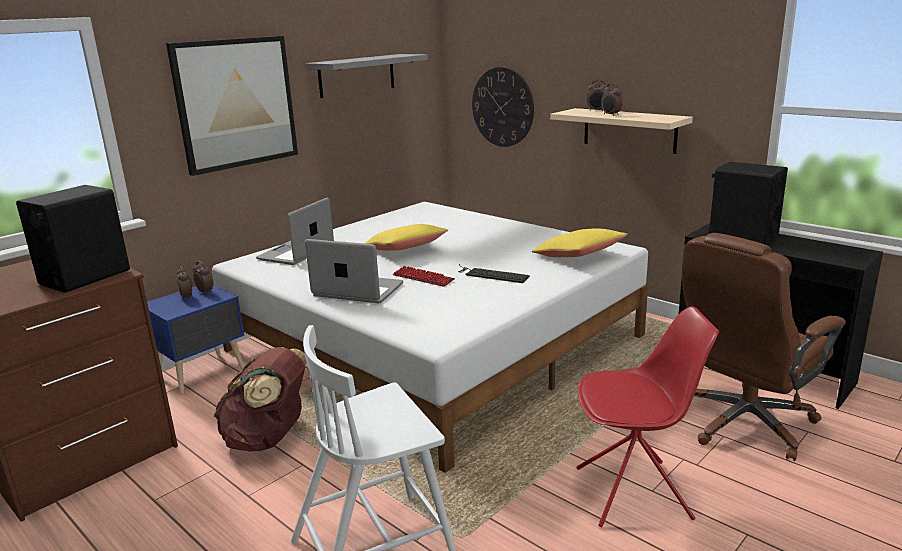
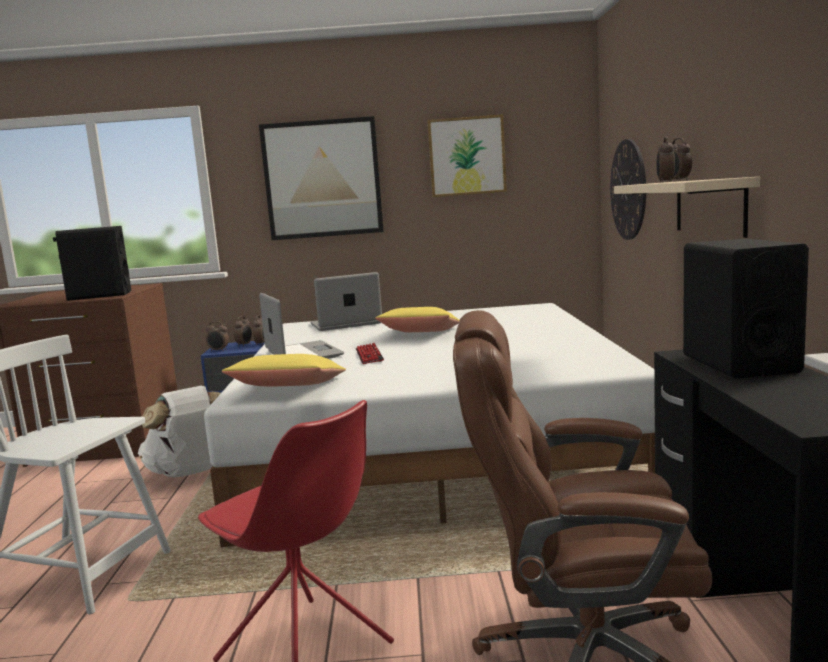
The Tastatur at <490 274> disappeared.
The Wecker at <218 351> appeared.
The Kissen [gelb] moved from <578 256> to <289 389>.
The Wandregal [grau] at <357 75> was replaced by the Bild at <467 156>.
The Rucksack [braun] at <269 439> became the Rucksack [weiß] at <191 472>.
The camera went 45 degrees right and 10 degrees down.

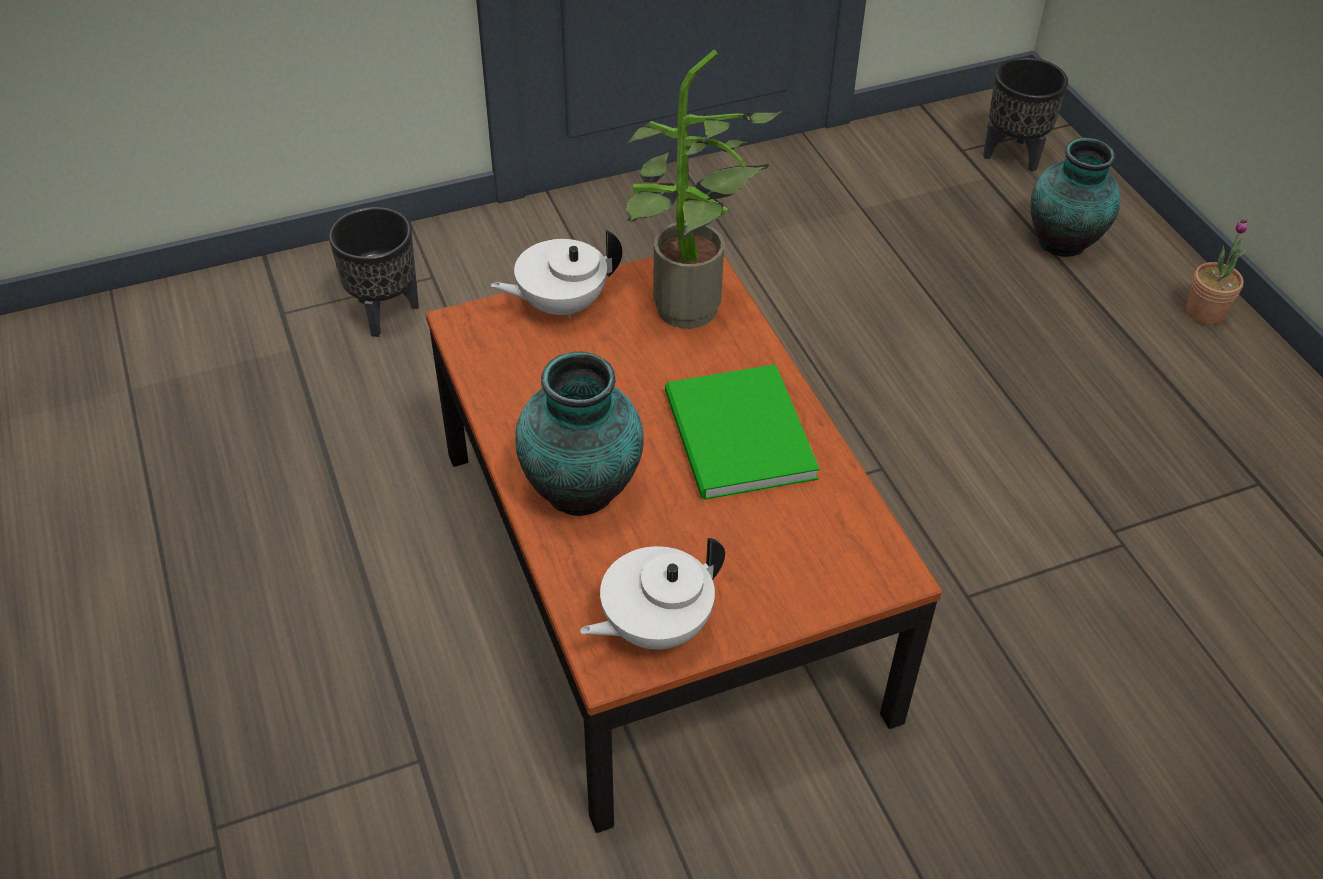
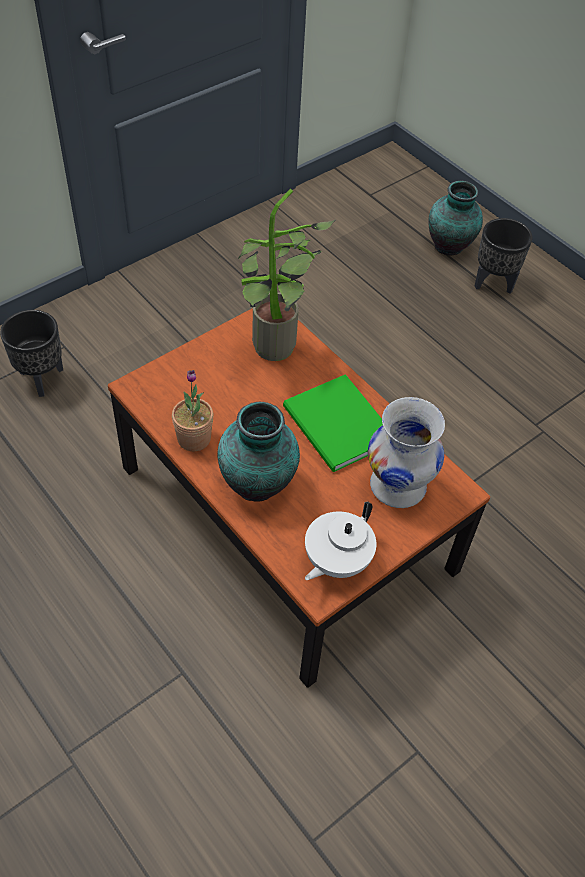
The Teekanne [weiß] at <560 304> disappeared.
The Vase [weiß] at <399 486> appeared.
The Pflanzkübel [schwarz] moved from <1013 155> to <493 282>.
The Topfpflanze moved from <1205 312> to <194 438>.
The camera went 20 degrees left and 5 degrees up.

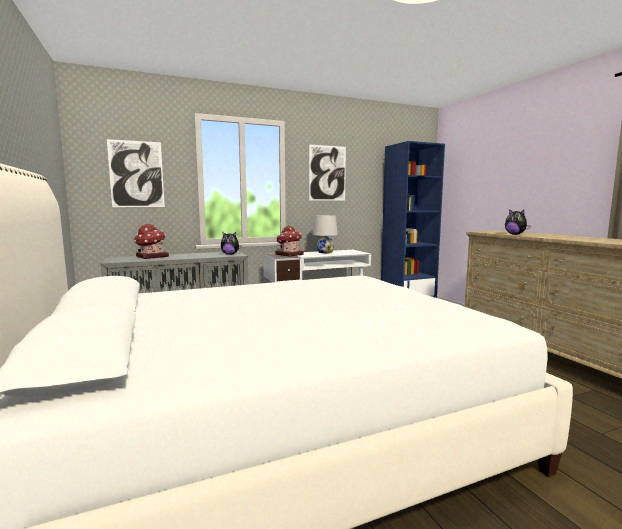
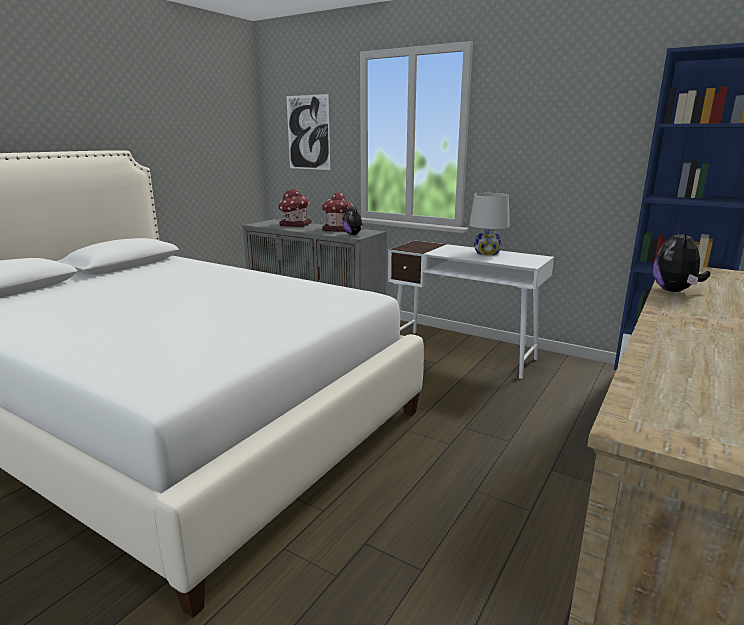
The Bild at <327 173> disappeared.
The Spielzeughaus moved from <289 254> to <338 229>.
The camera went 55 degrees right and 10 degrees up.

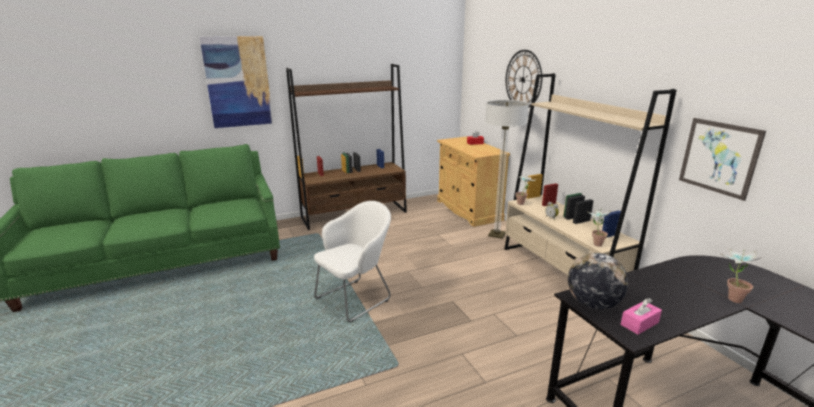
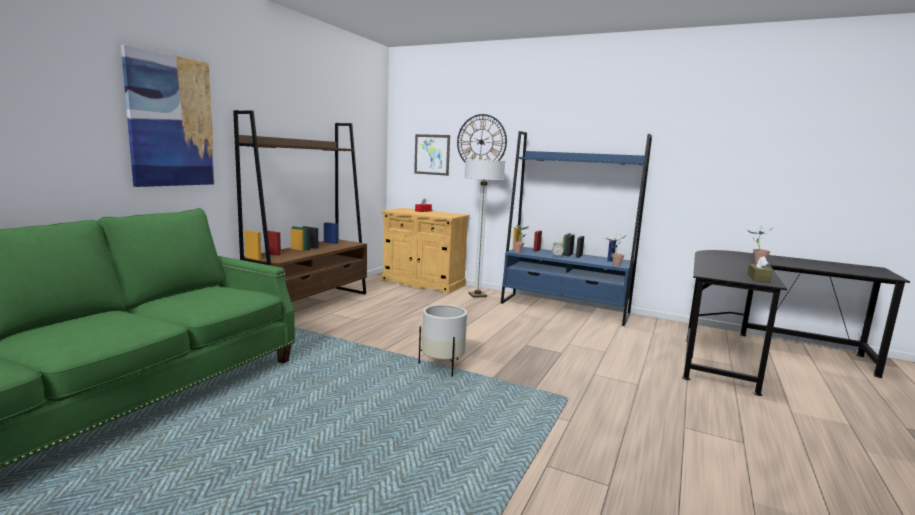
The Globus at <592 304> disappeared.
The Bild moved from <719 157> to <432 154>.
The Sessel [weiß] at <356 298> was replaced by the Pflanzkübel [weiß] at <442 366>.
The Bücherregal [beige] at <561 273> became the Bücherregal [blau] at <564 309>.
The Taschentuchbox [rosa] at <639 323> became the Taschentuchbox [braun] at <758 278>.
The camera went 40 degrees left and 10 degrees down.

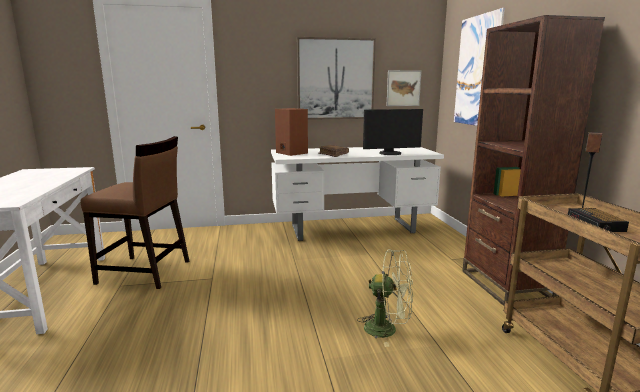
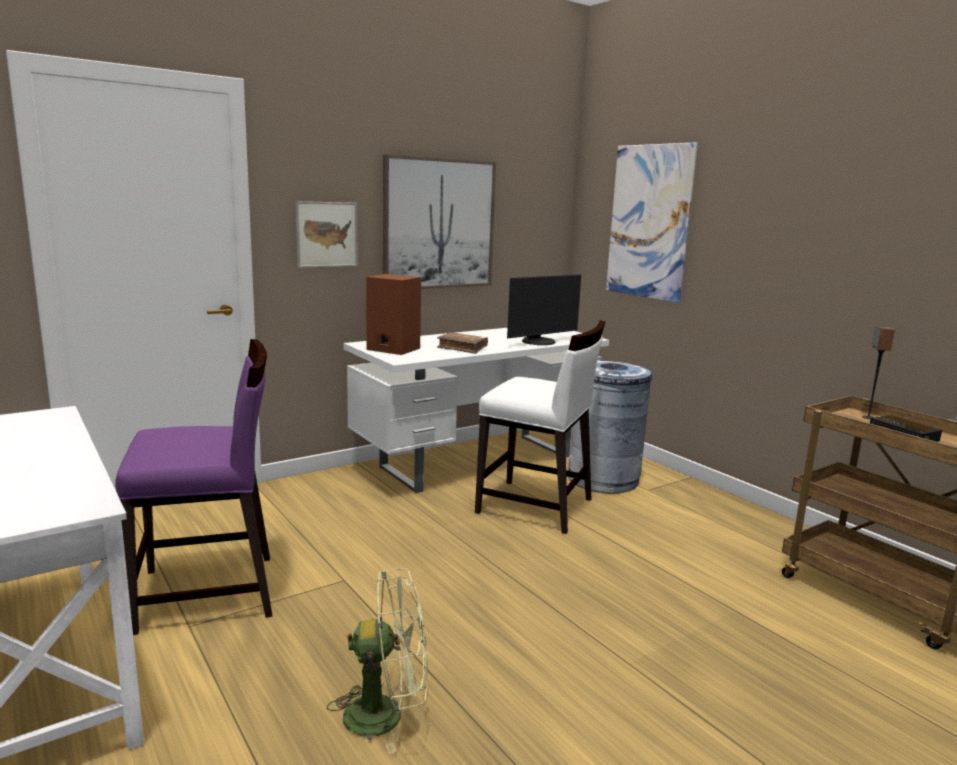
The Bücherregal [braun] at <505 285> disappeared.
The Stuhl [weiß] at <535 506> appeared.
The Mülleimer [grau] at <603 479> appeared.
The Ventilator [grün] moved from <387 329> to <386 714>.
The Bild moved from <403 88> to <327 234>.
The Stuhl [braun] at <145 272> became the Stuhl [lila] at <209 593>.
The camera went 25 degrees left and 0 degrees up.

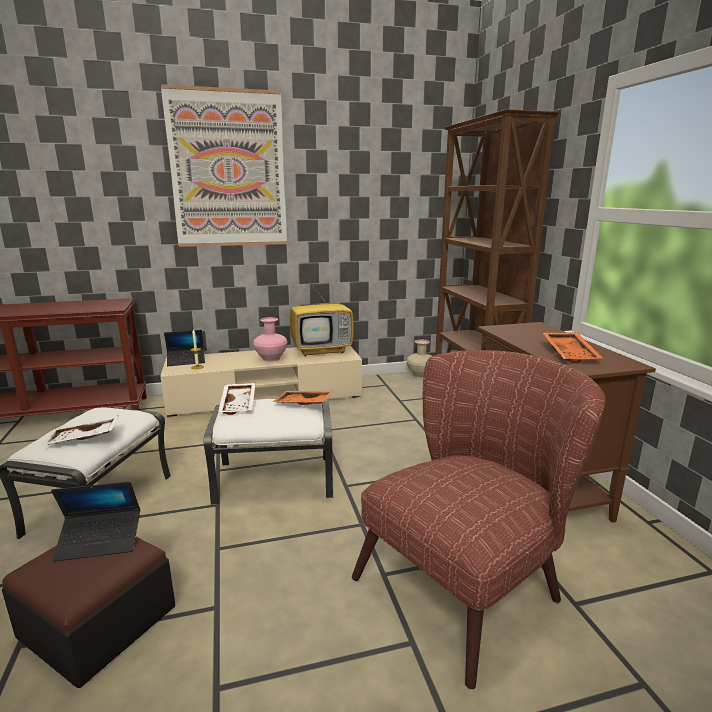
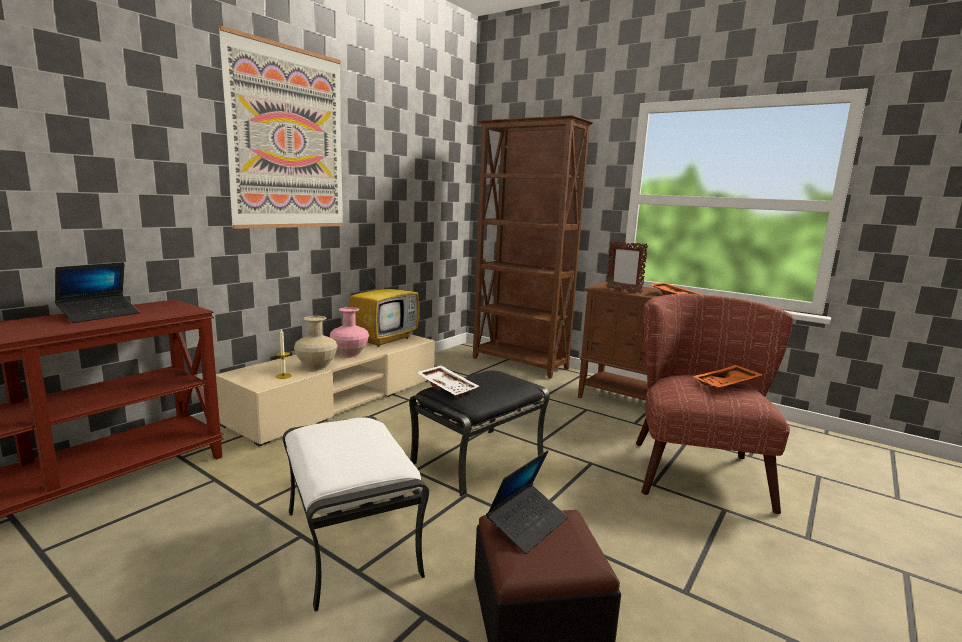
The Tablett [weiß] at <83 439> disappeared.
The Bilderrahmen at <623 290> appeared.
The Laptop moved from <186 361> to <100 315>.
The Tablett [orange] moved from <303 404> to <727 384>.
The Vase [beige] moved from <420 375> to <316 366>.
The Polsterhocker [weiß] at <275 479> became the Polsterhocker [schwarz] at <478 459>.
The camera went 40 degrees left and 5 degrees down.

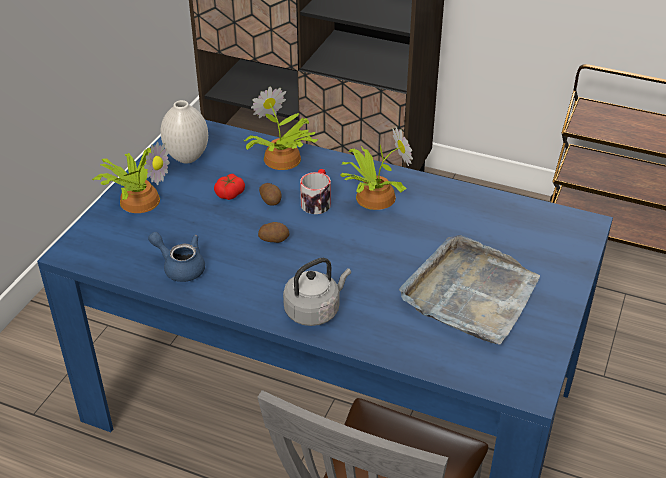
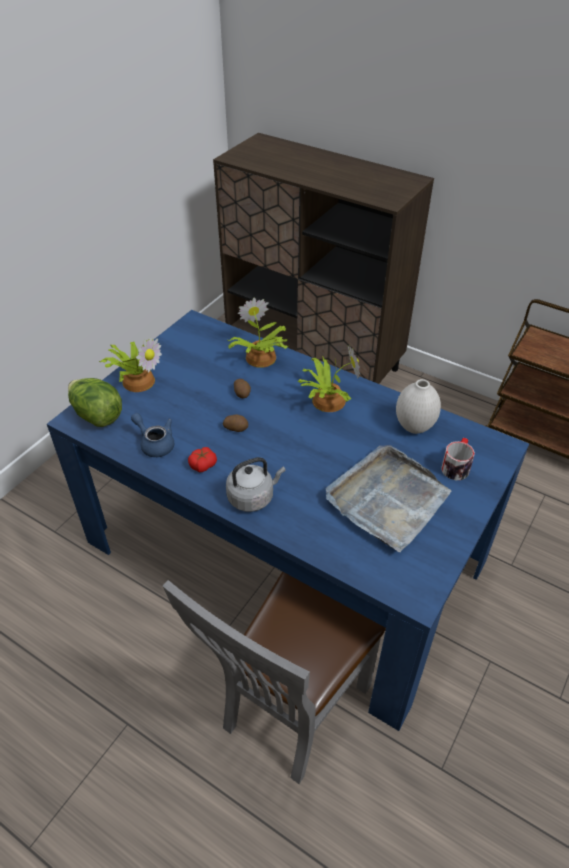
The Salatkopf at <97 415> appeared.
The Vase [weiß] moved from <187 157> to <414 427>.
The Tomate moved from <230 193> to <203 465>.
The Henkelbecher moved from <317 201> to <456 466>.
The camera went 10 degrees right and 5 degrees up.

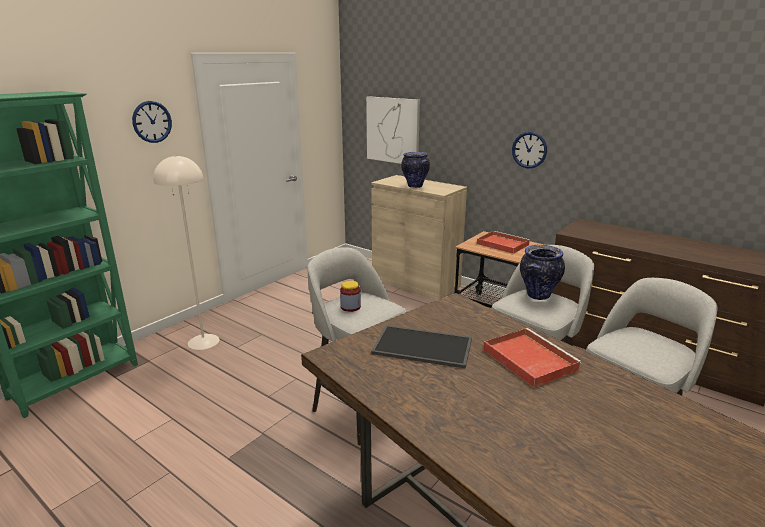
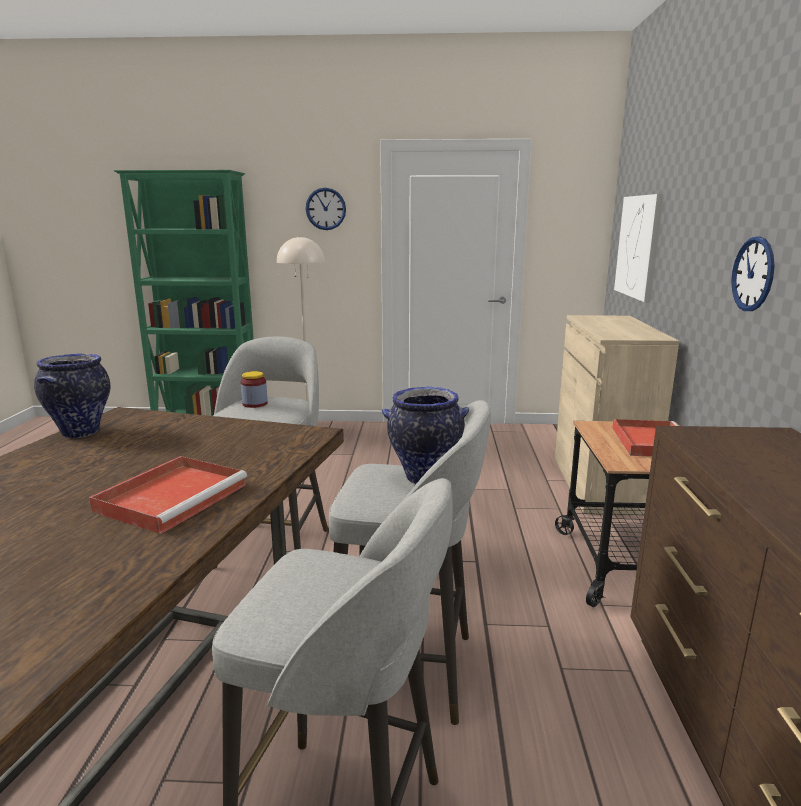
The Tablett at <424 346> disappeared.
The Vase moved from <414 186> to <81 432>.
The camera went 55 degrees right and 5 degrees down.

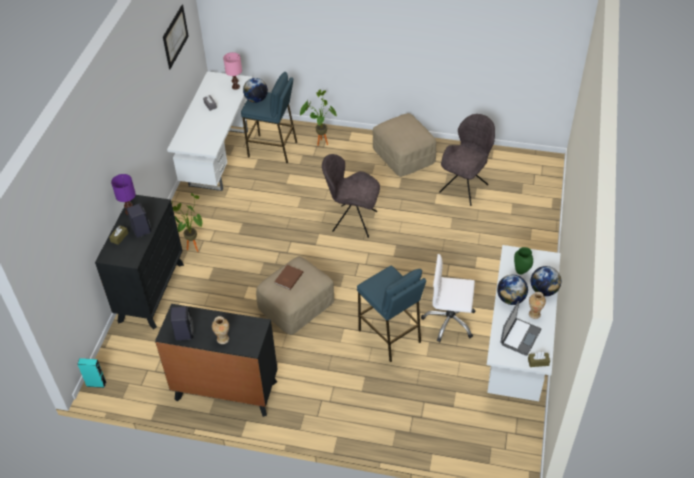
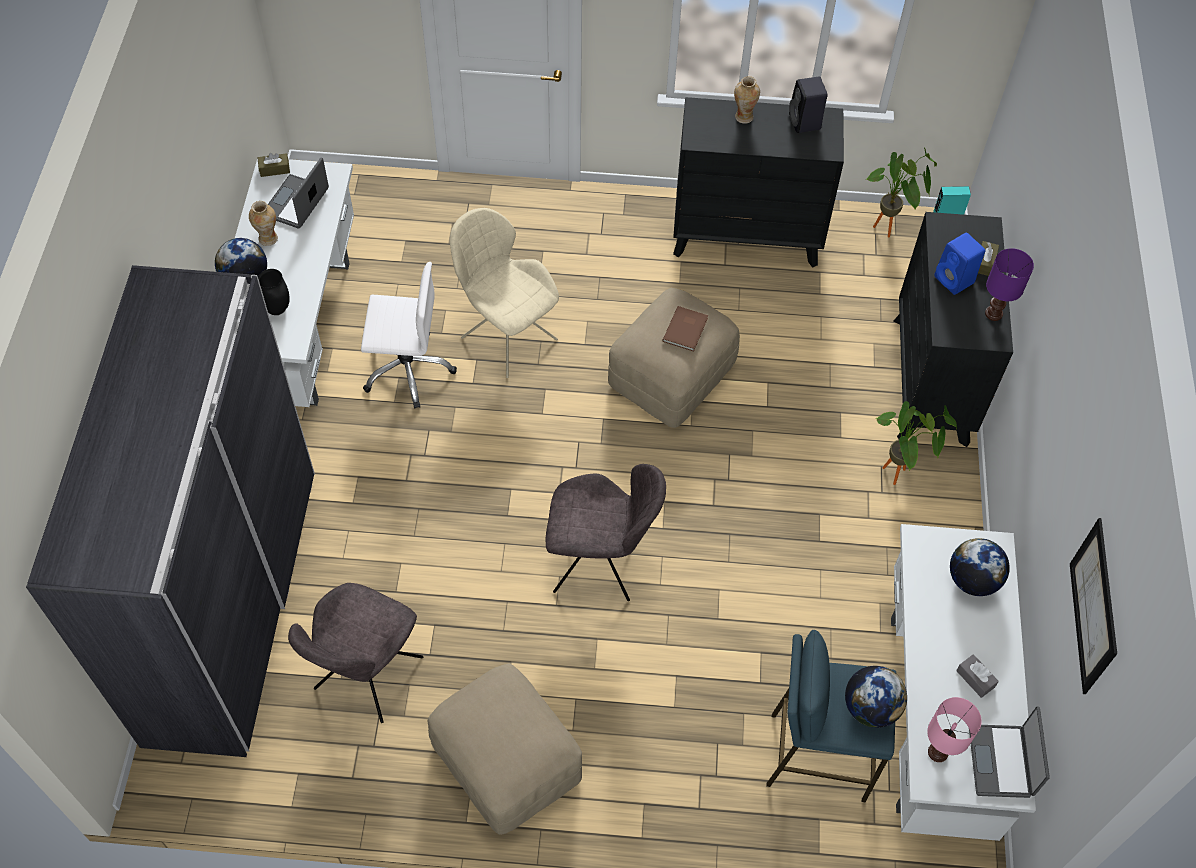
The Kleiderschrank [grau] at <231 603> appeared.
The Laptop at <1002 761> appeared.
The Topfpflanze moved from <319 142> to <889 231>.
The Globus moved from <511 299> to <972 580>.
The Hocker [blau] at <390 336> was replaced by the Stuhl [beige] at <507 336>.
The Lautsprecher [schwarz] at <141 229> became the Lautsprecher [blau] at <955 280>.
The Vase [grün] at <521 271> became the Vase [schwarz] at <278 310>.
The camera went 170 degrees right and 10 degrees up.

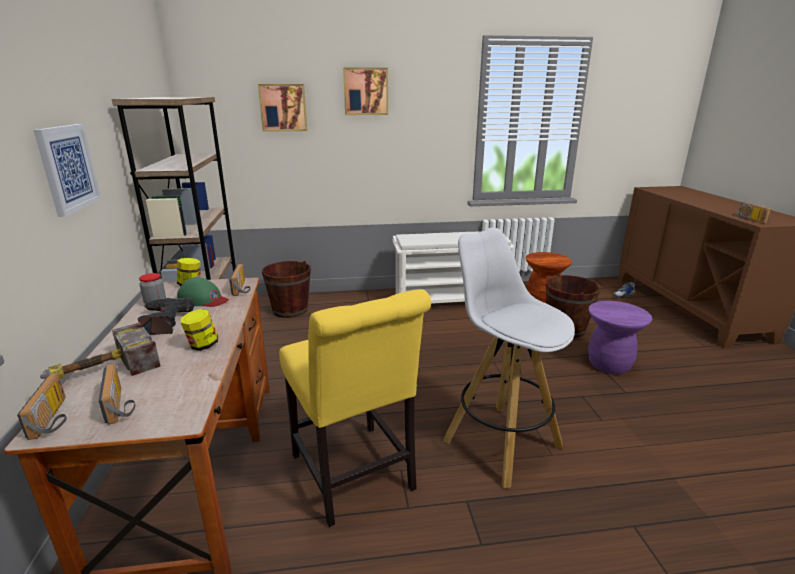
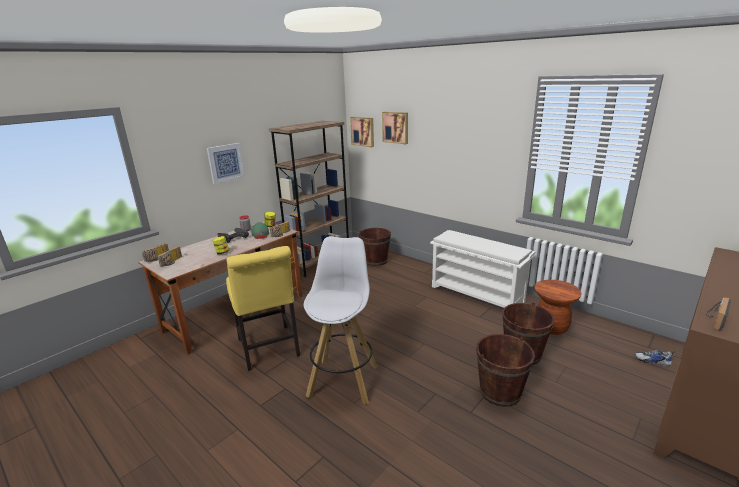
The Hammer at <101 371> disappeared.
The Bild moved from <365 91> to <363 131>.
The Hocker [lila] at <609 364> was replaced by the Eimer [braun] at <500 392>.
The Stuhl [gelb] at <355 477> turned 45 degrees counterclockwise.
The camera went 50 degrees right and 0 degrees up.

